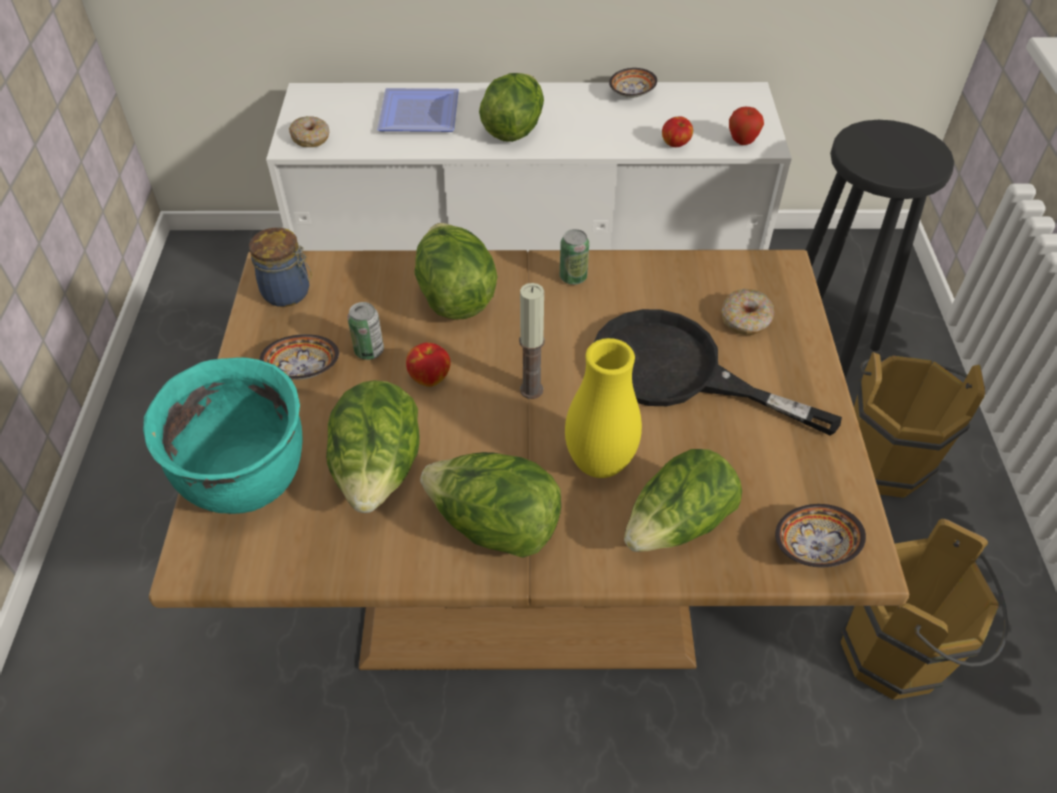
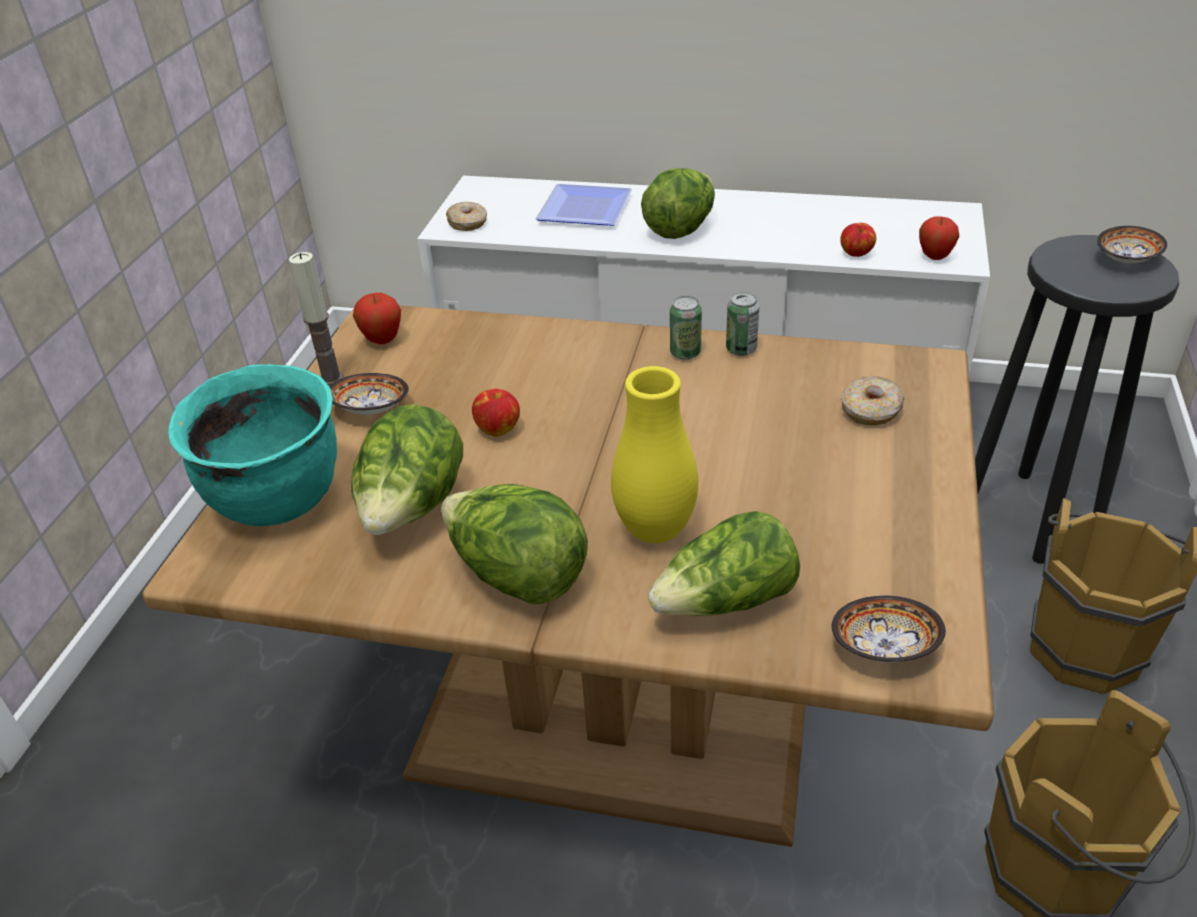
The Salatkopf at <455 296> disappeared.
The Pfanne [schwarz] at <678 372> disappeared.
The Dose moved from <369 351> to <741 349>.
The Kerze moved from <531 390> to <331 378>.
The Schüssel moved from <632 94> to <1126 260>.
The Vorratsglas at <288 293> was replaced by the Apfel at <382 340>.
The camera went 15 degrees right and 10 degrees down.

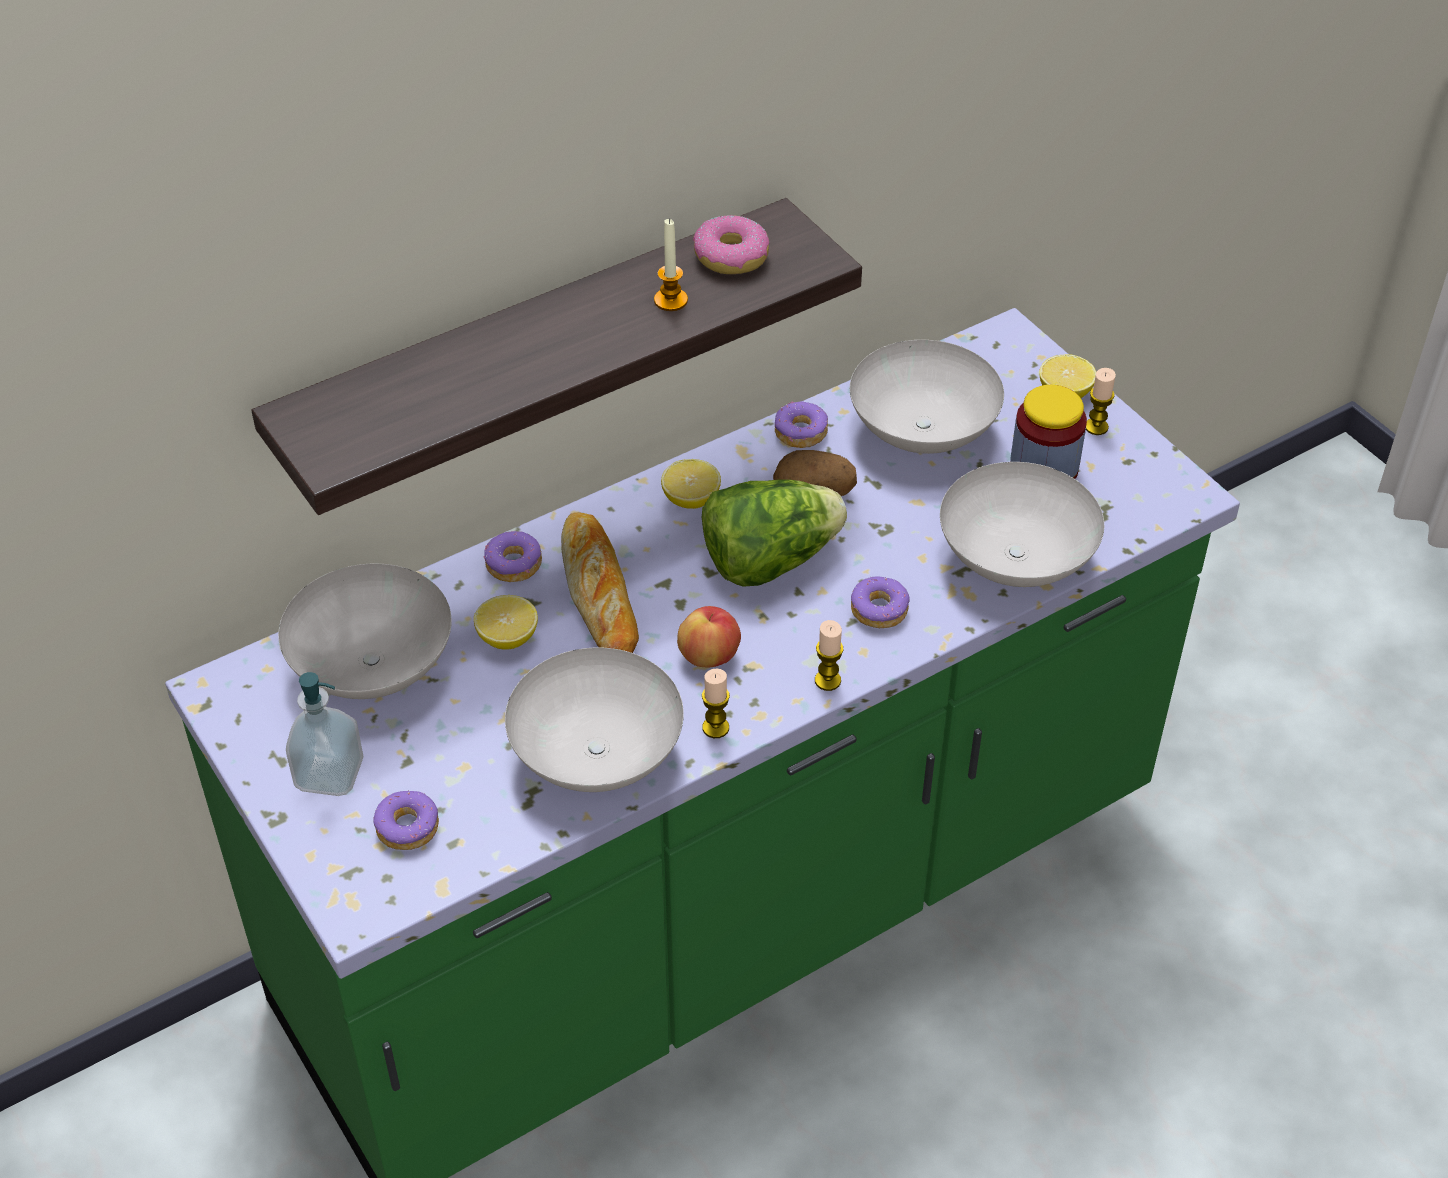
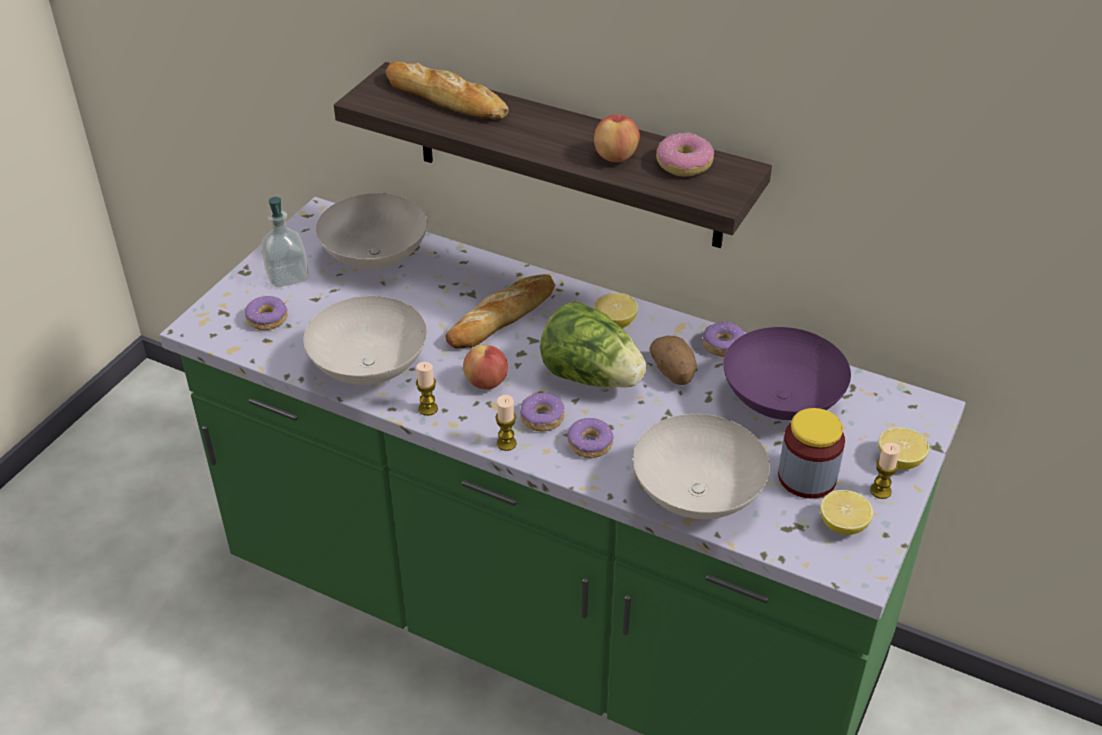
The Brot at <446 99> appeared.
The Zitrone moved from <508 638> to <843 525>.
The Donut moved from <514 565> to <542 418>.
The Kerze at <670 300> was replaced by the Apfel at <615 157>.
The Schüssel [weiß] at <924 431> became the Schüssel [lila] at <783 402>.
The camera went 60 degrees right and 5 degrees down.

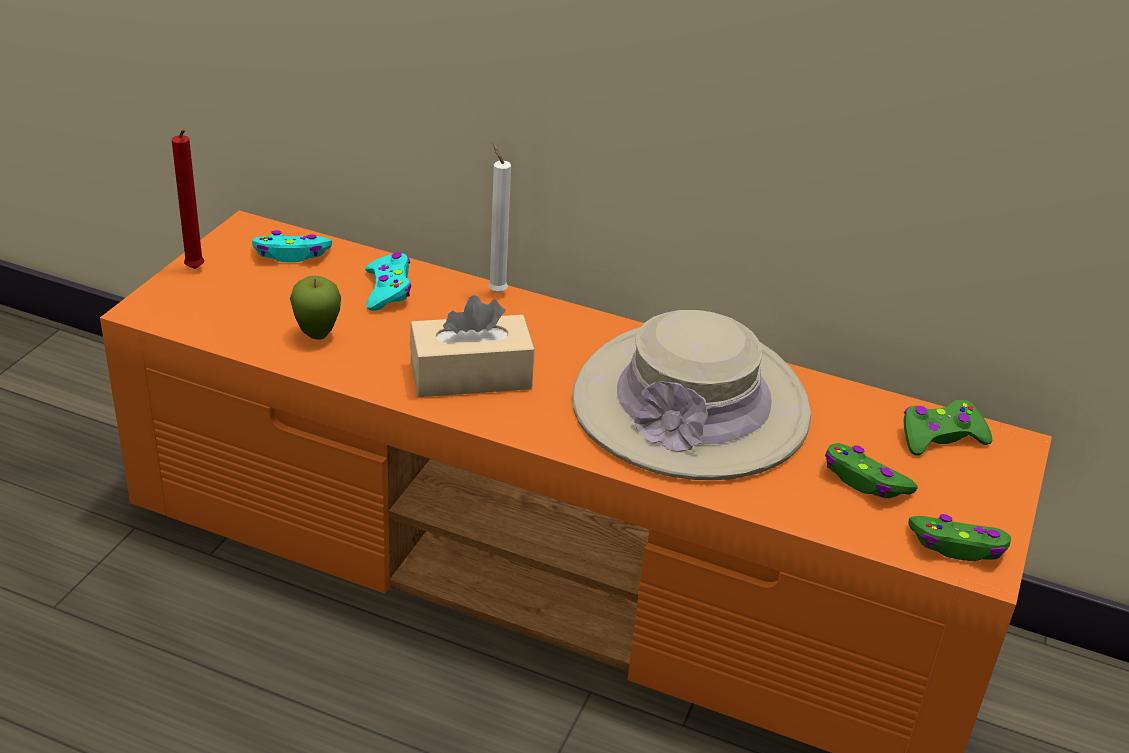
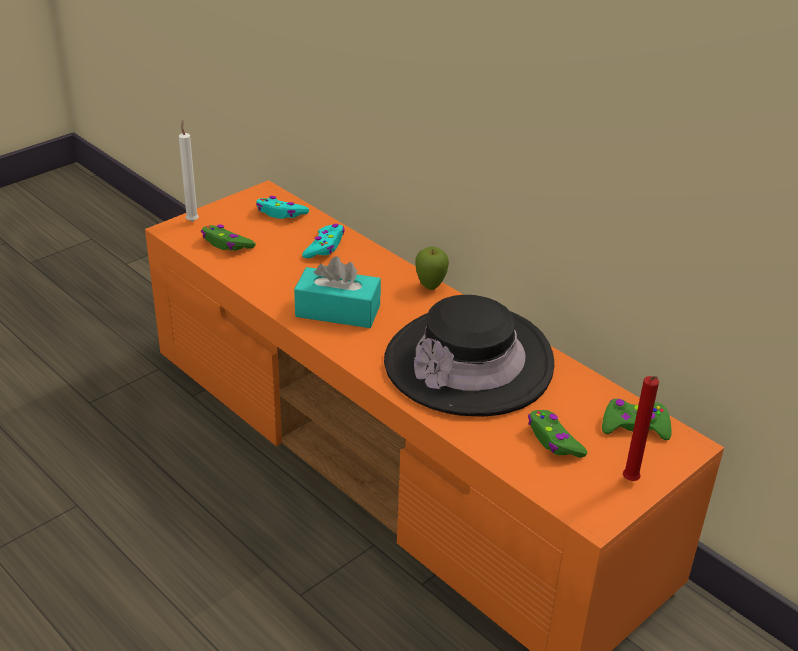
The Kerze [rot] moved from <195 270> to <630 482>.
The Apfel moved from <317 336> to <430 287>.
The Kerze [weiß] moved from <495 291> to <192 220>.
The Gamepad [grün] moved from <958 546> to <226 244>.
The Taschentuchbox [beige] at <471 375> became the Taschentuchbox [türkis] at <338 311>.
The Hut [beige] at <690 406> became the Hut [schwarz] at <468 363>.
The camera went 25 degrees right and 0 degrees up.

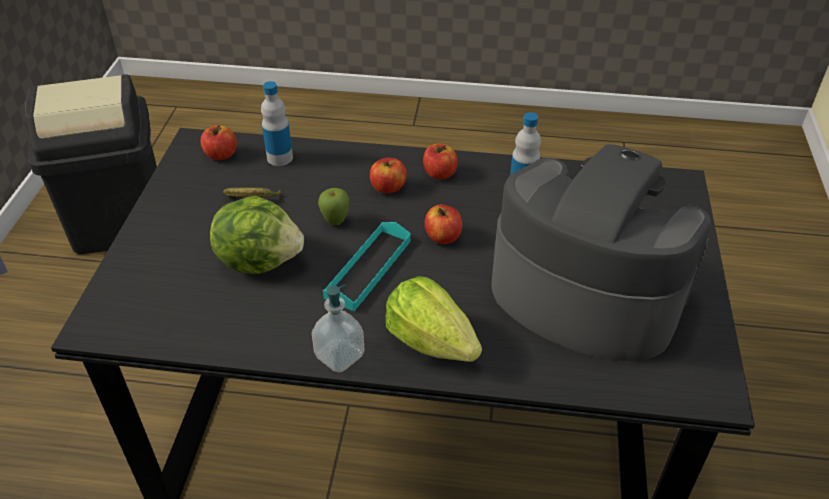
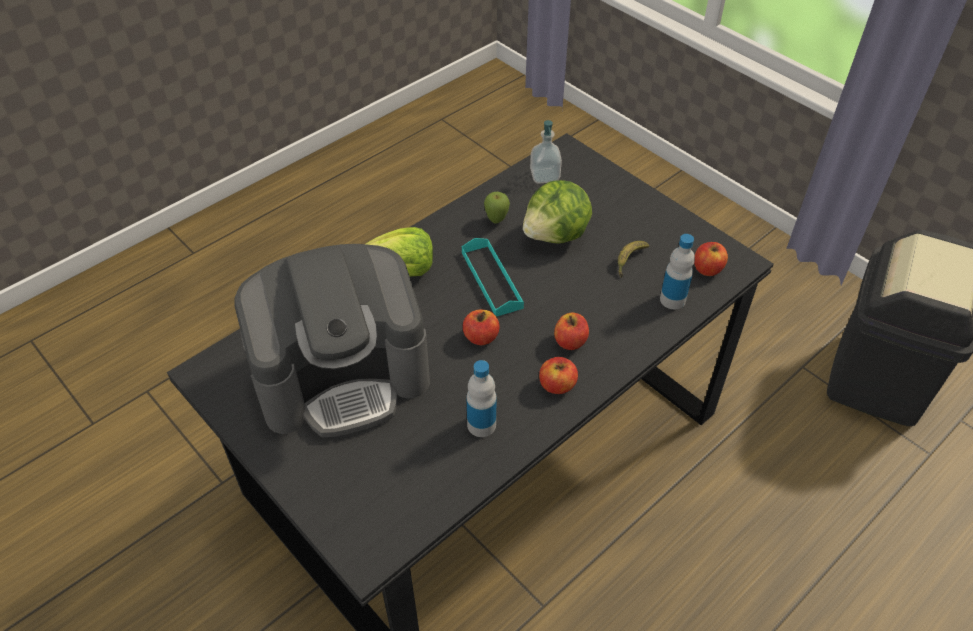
The Seifenspender moved from <339 355> to <544 176>.
The Apfel moved from <335 222> to <496 220>.
The camera went 130 degrees right and 5 degrees up.

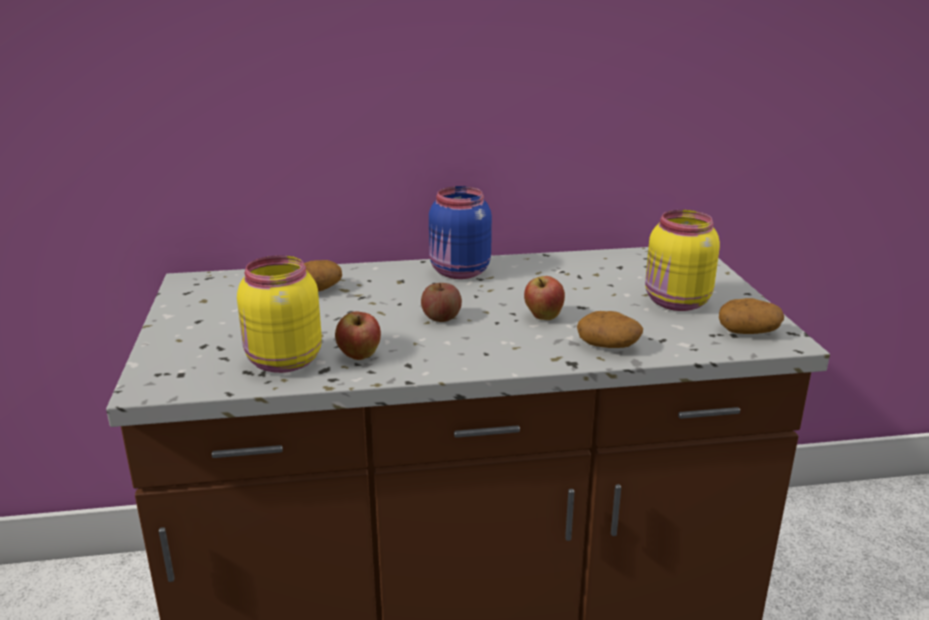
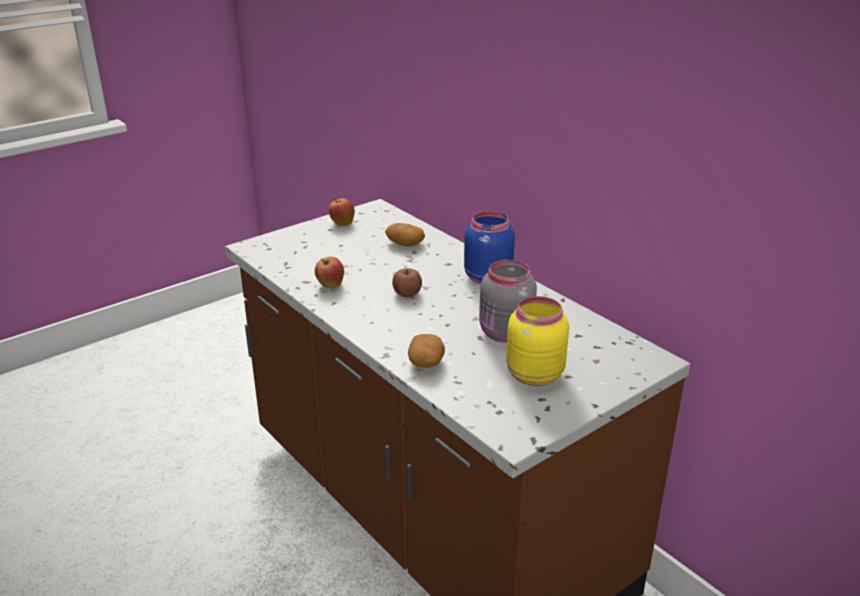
The Vorratsglas [gelb] at <282 362> disappeared.
The Kartoffel at <748 331> disappeared.
The Vorratsglas [grau] at <505 334> appeared.
The Apfel moved from <543 317> to <342 224>.
The camera went 60 degrees right and 5 degrees up.

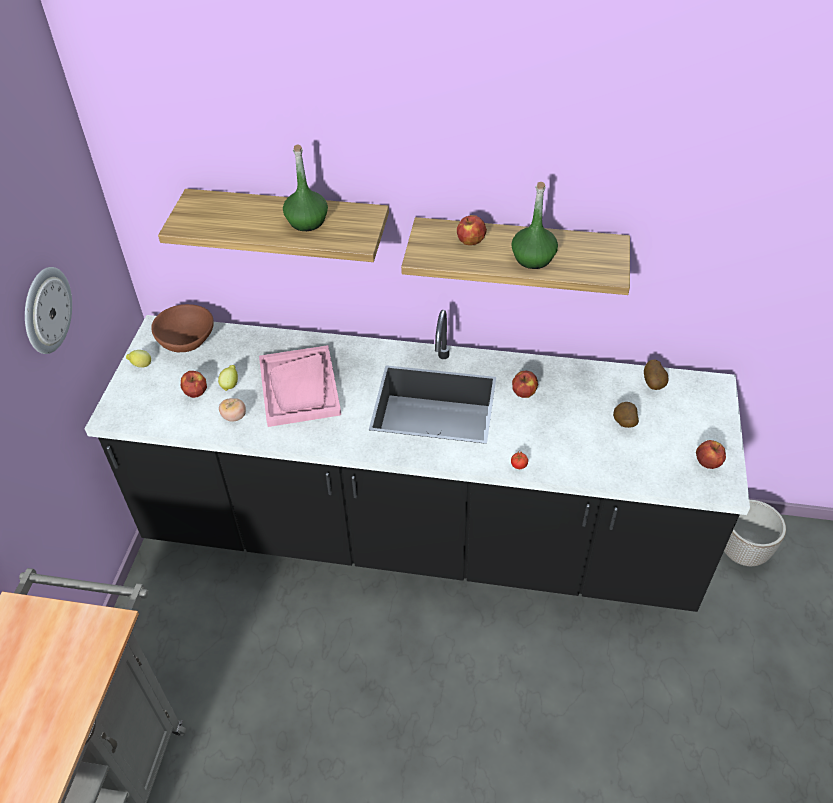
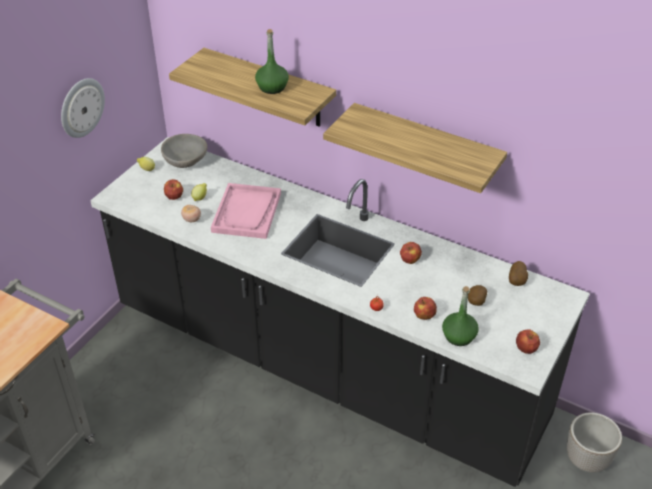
The Apfel moved from <471 241> to <424 315>.
The Flasche [grün] moved from <533 258> to <459 336>.
The Schüssel [braun] at <186 342> became the Schüssel [grau] at <185 161>.
The camera went 20 degrees right and 5 degrees down.

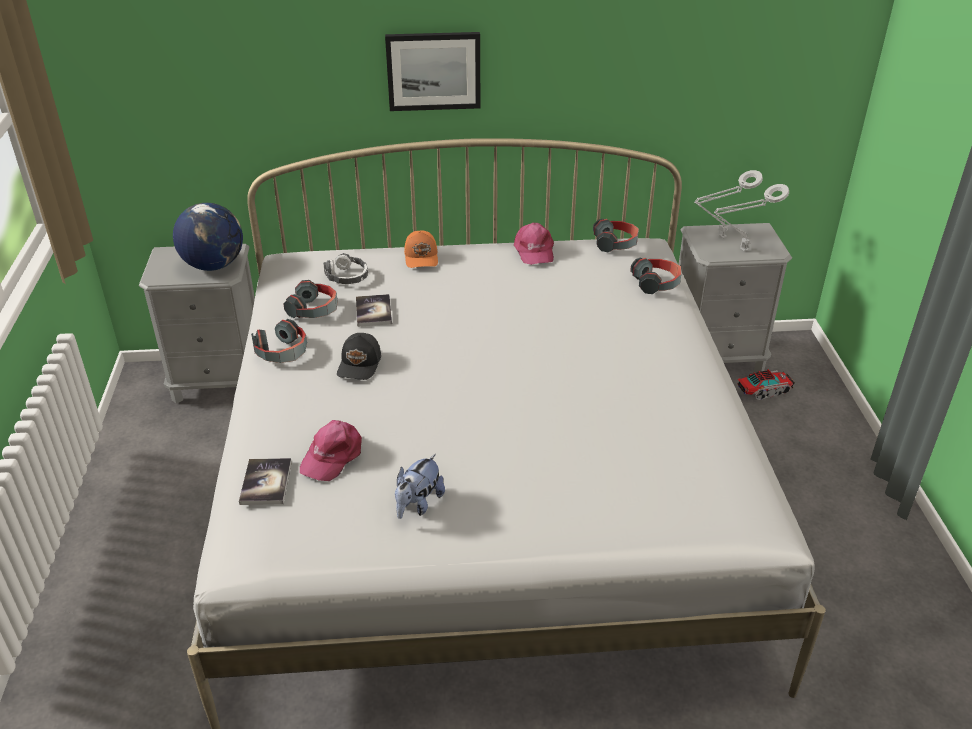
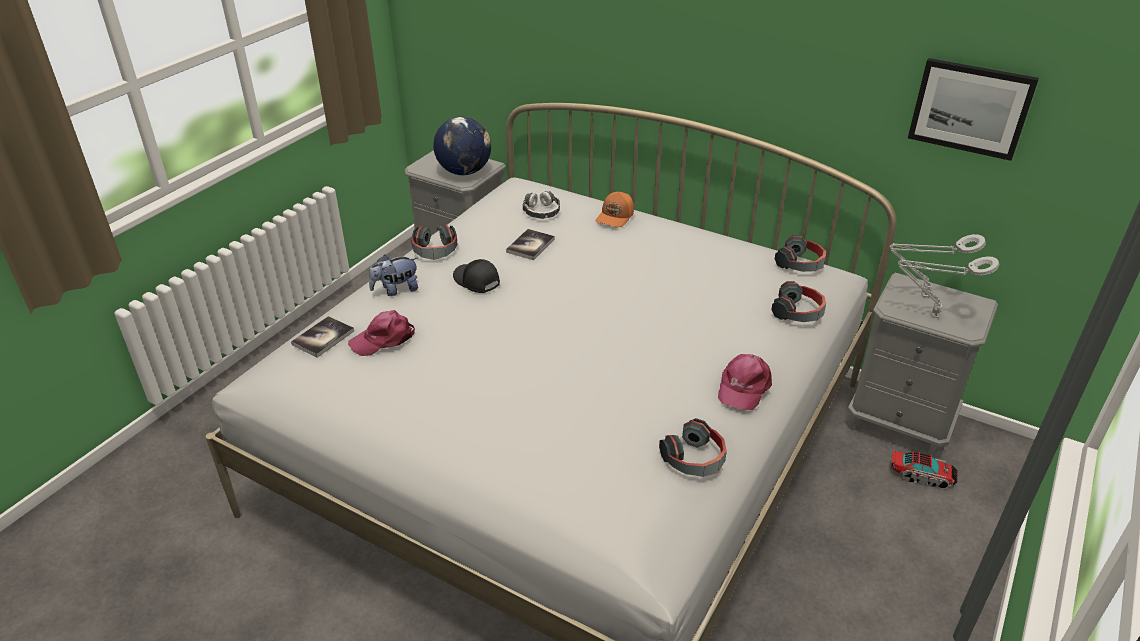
The Kopfhörer moved from <314 309> to <694 459>.
The Bild moved from <433 71> to <970 108>.
The Plüschtier moved from <418 504> to <396 290>.
The Kappe [rosa] moved from <534 251> to <743 387>.
The Kappe [schwarz] at <360 364> turned 90 degrees clockwise.
The camera went 35 degrees right and 0 degrees up.

